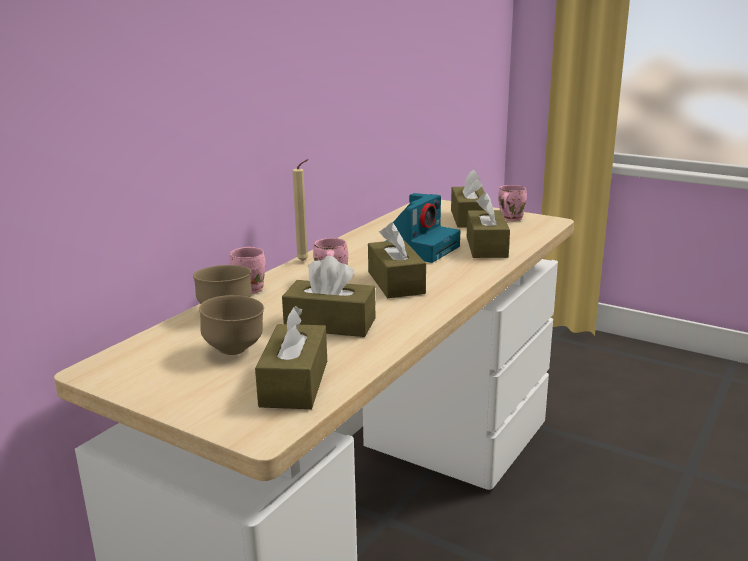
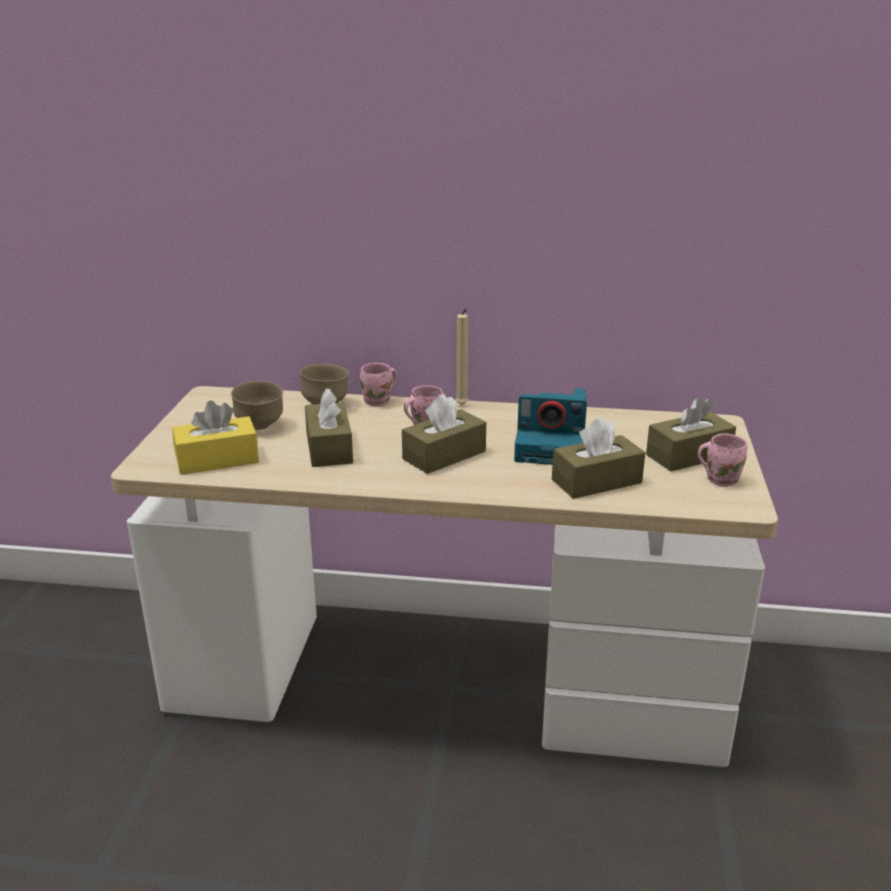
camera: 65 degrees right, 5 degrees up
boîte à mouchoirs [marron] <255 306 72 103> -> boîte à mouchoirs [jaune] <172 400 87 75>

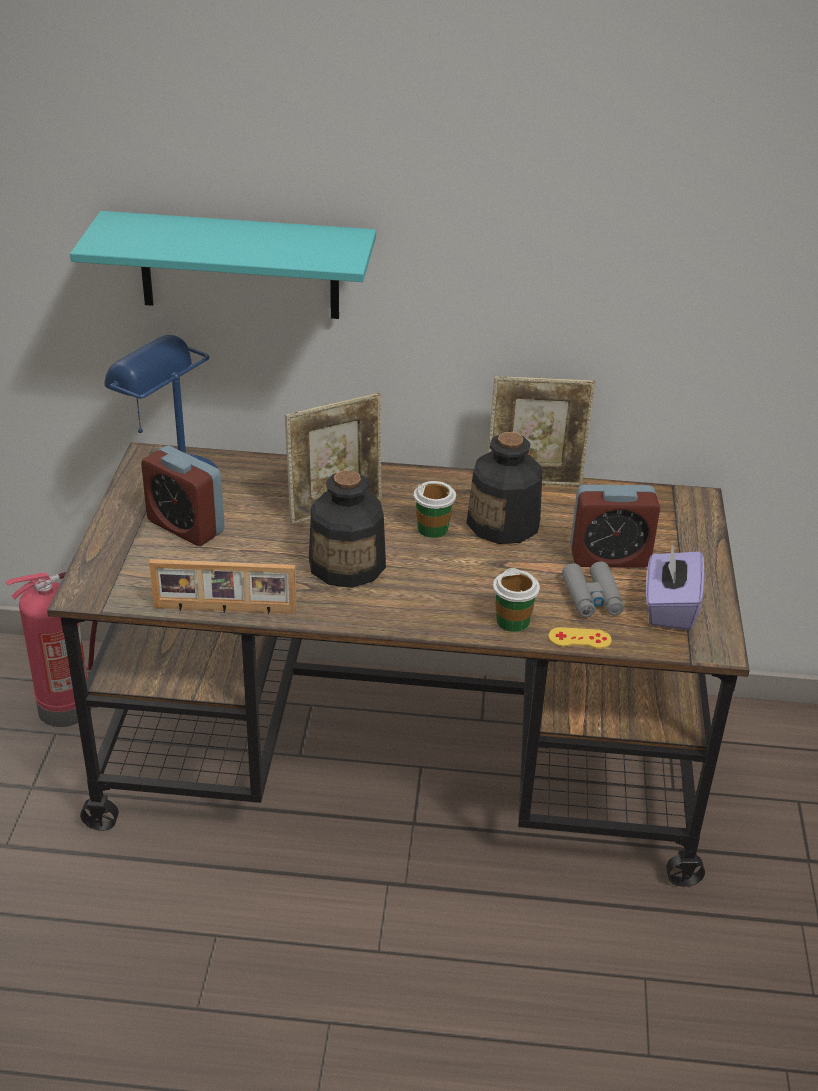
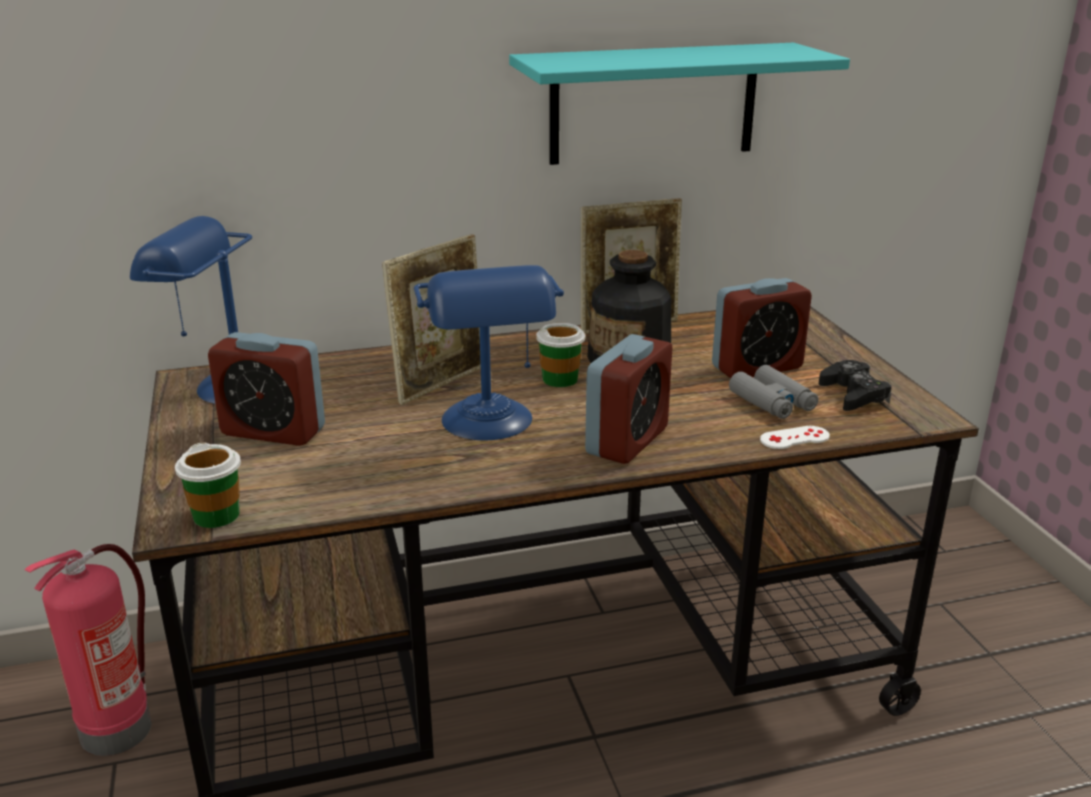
camera: 20 degrees left, 10 degrees down
tasse <493 568 47 64> -> tasse <175 443 66 85>, relocated
bouteille <309 470 77 118> -> lampe de table [bleu] <414 265 150 175>
étagère [turquoise] <70 211 306 108> -> étagère [turquoise] <509 43 341 122>, relocated
none -> réveil <585 334 88 130>
manette [jaune] <548 627 64 22> -> manette [blanc] <760 426 70 23>
boîte à mouchoirs [violet] <646 545 58 86> -> manette [noir] <819 360 73 51>
cadre photo <149 559 147 56> -> none

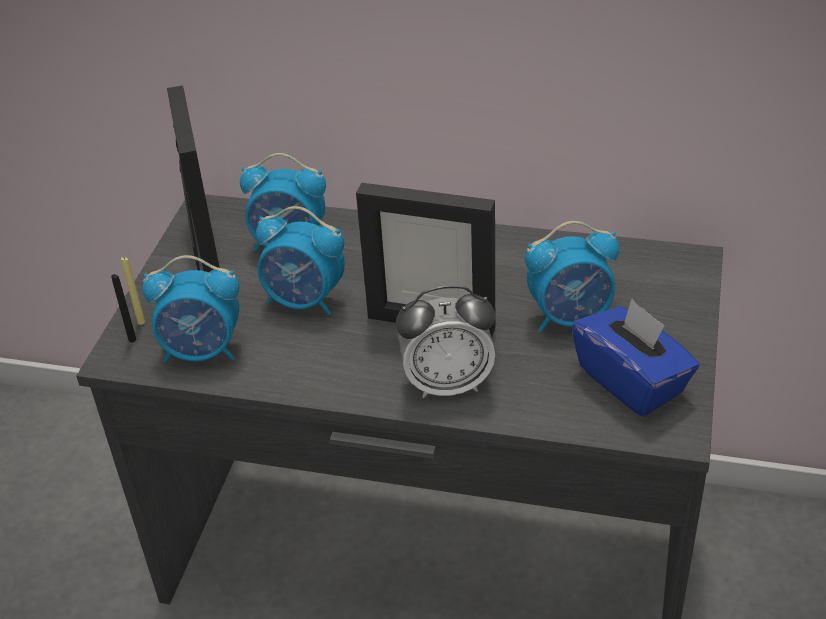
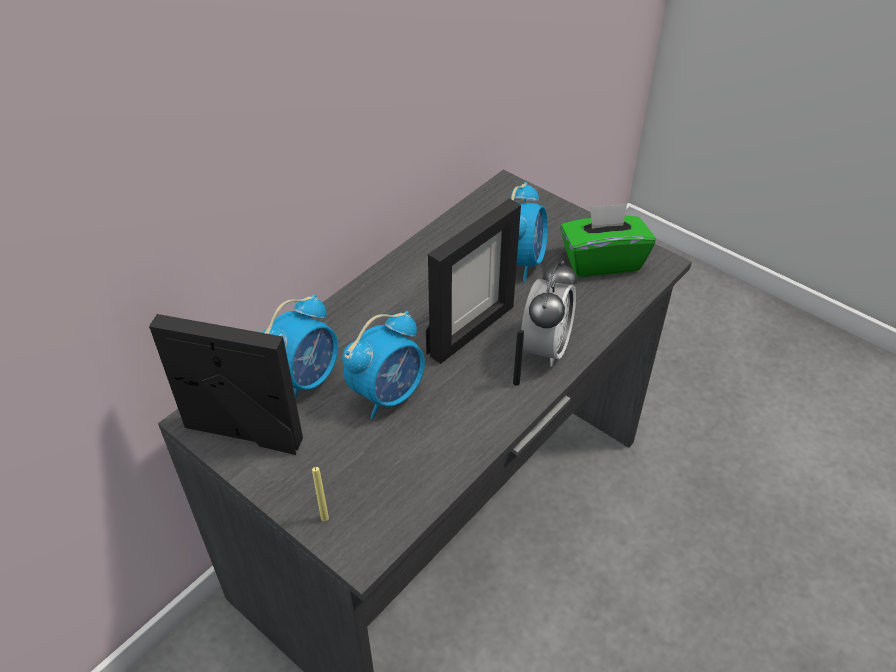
camera: 65 degrees left, 5 degrees up
bougie [noir] <111 274 25 68> -> bougie [noir] <513 330 11 56>, relocated
boîte à mouchoirs [bleu] <572 299 127 118> -> boîte à mouchoirs [vert] <560 204 96 73>
réveil <143 255 97 108> -> none

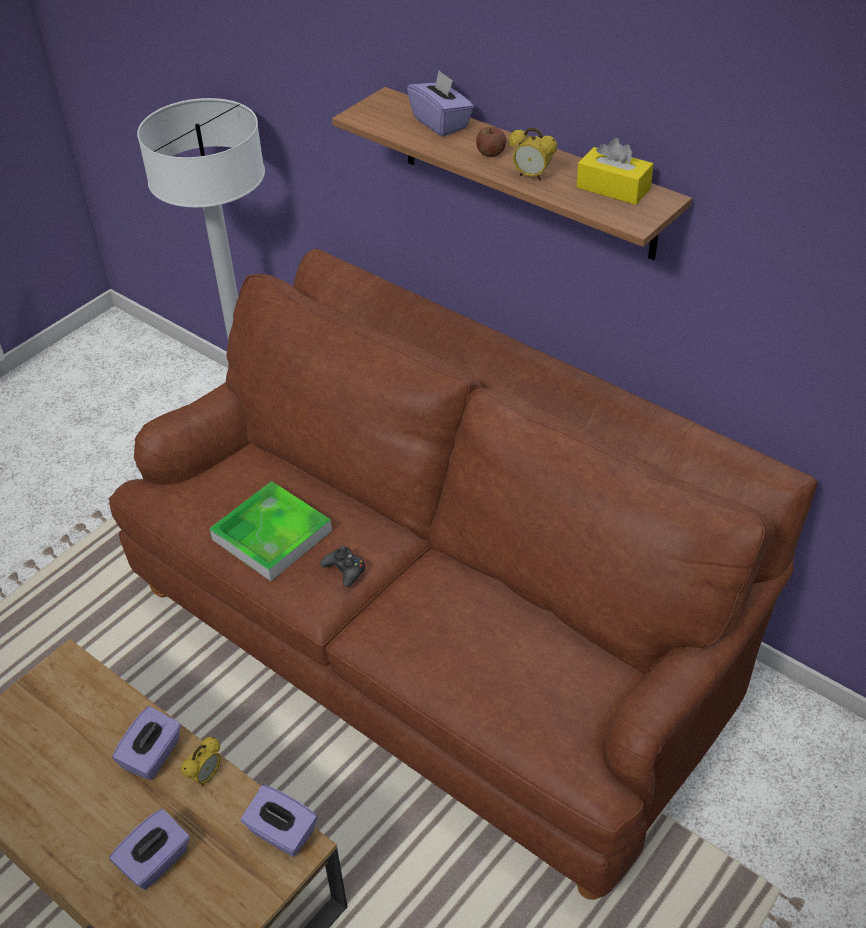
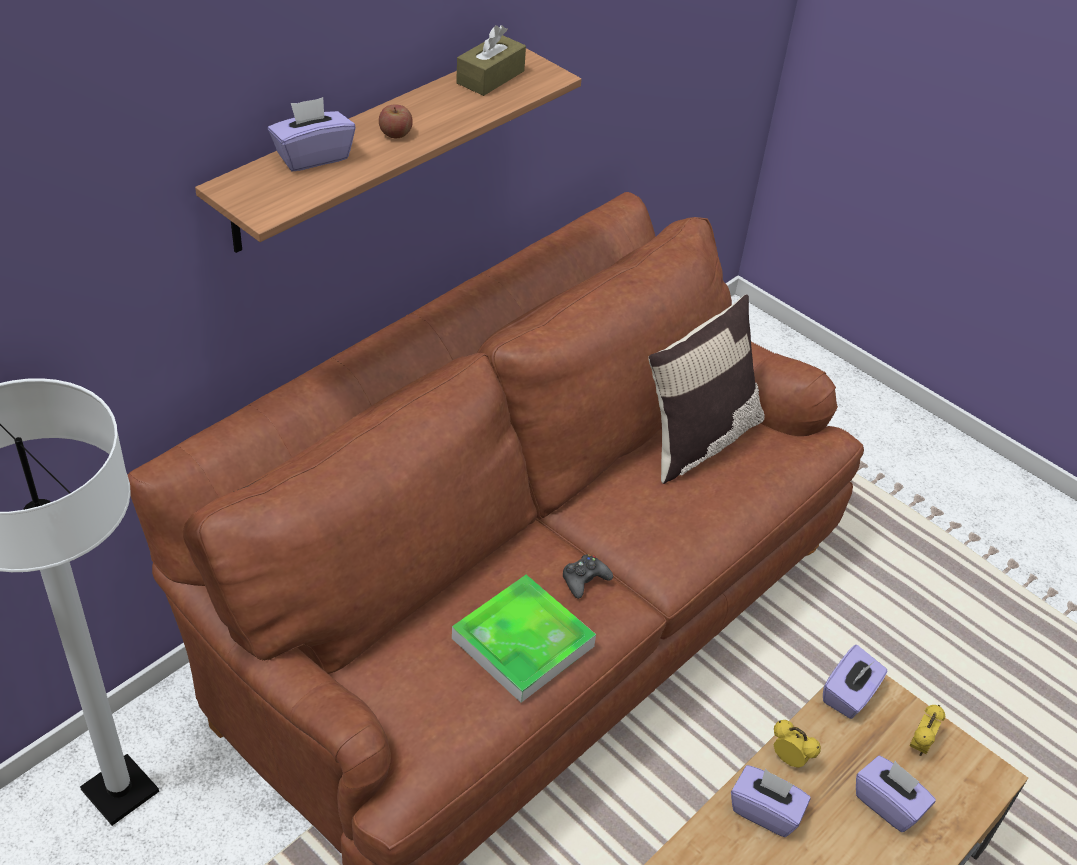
camera: 90 degrees left, 0 degrees up
boîte à mouchoirs [jaune] <577 138 77 67> -> boîte à mouchoirs [marron] <456 25 70 71>
none -> coussin <648 294 117 190>
réveil <509 127 48 54> -> réveil <909 705 36 51>, relocated

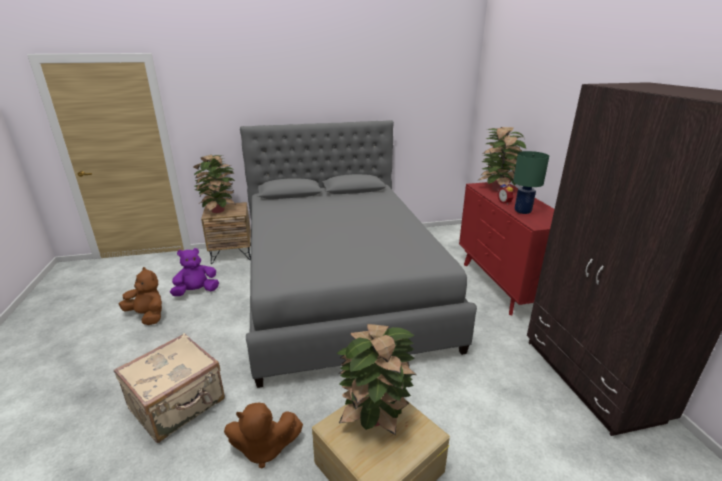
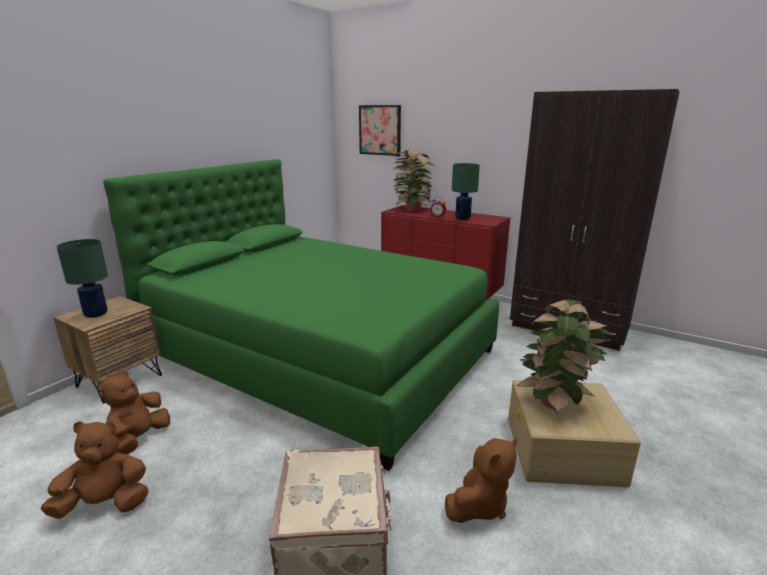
camera: 45 degrees left, 5 degrees down
plante en pot <193 155 42 58> -> lampe de table [vert] <57 239 51 79>
peluche [violet] <170 248 49 48> -> peluche [marron] <97 370 73 84>
lit [gris] <240 120 237 268> -> lit [vert] <103 159 396 312>
none -> tableau <359 105 42 51>

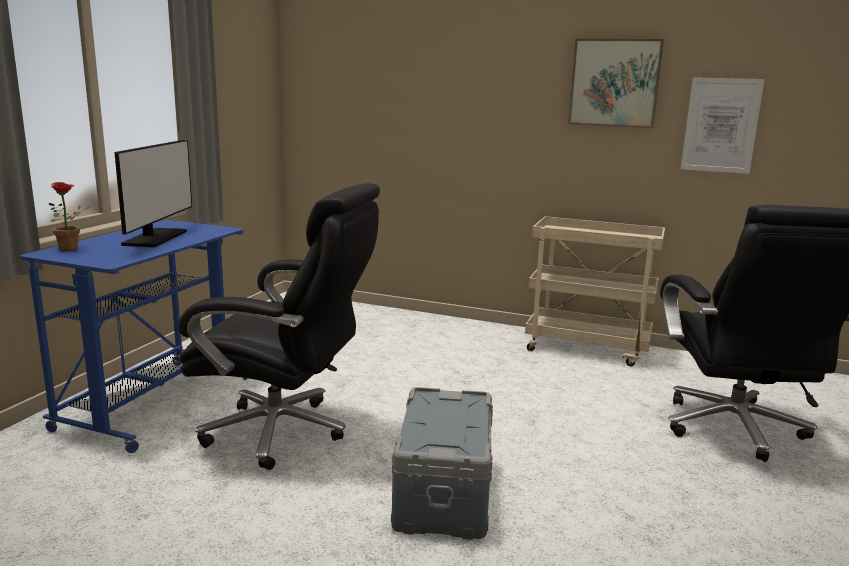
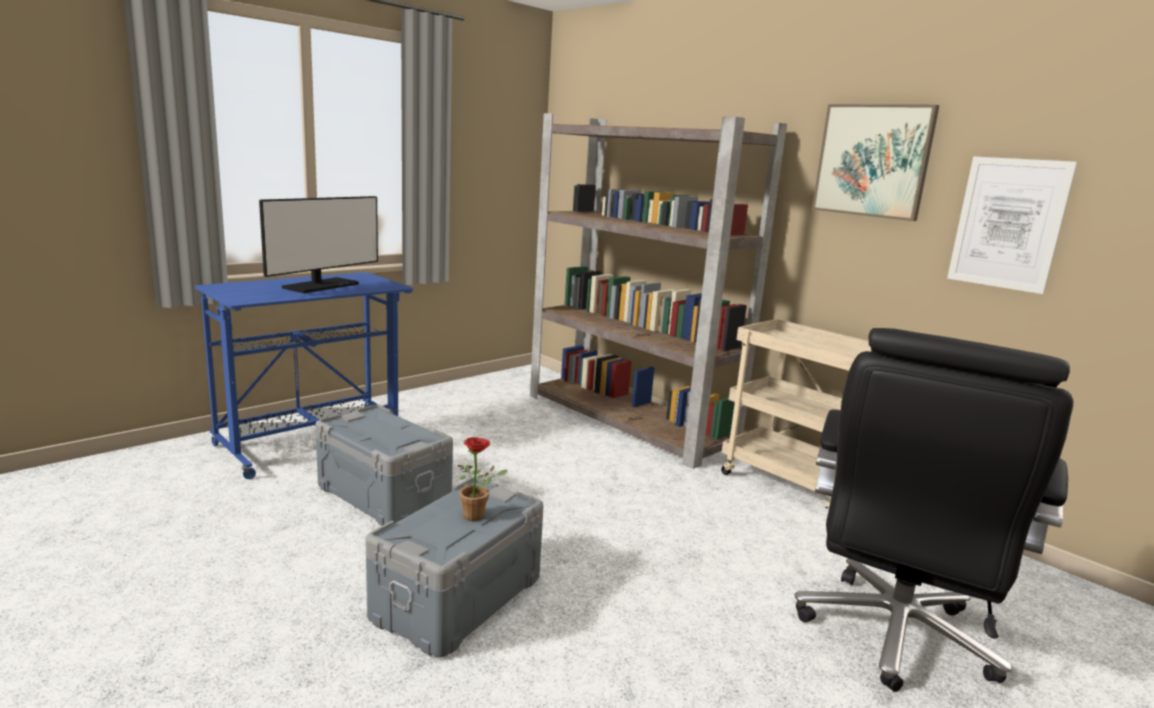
camera: 25 degrees right, 0 degrees up
chaise de bureau [noir] <179 183 201 287> -> boîte de rangement [gris] <315 405 138 121>
plante en pot <49 182 44 69> -> plante en pot <458 437 50 84>, relocated
none -> bibliothèque [marron] <530 113 257 356>

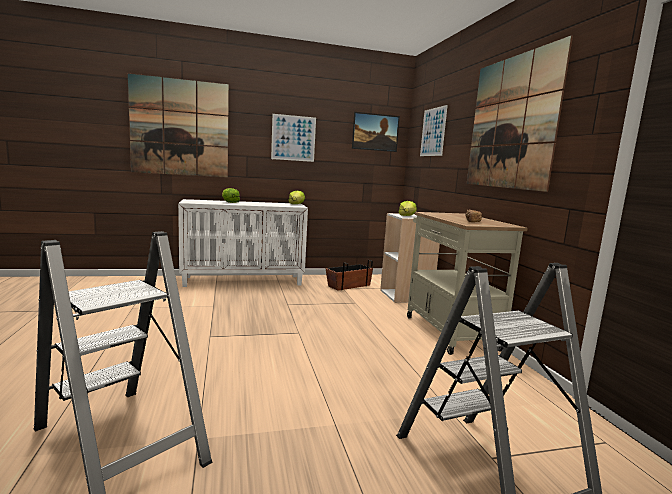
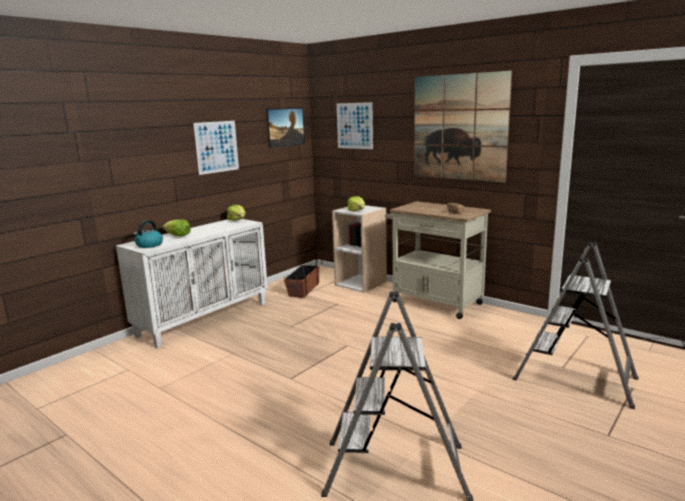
camera: 35 degrees left, 5 degrees up
none -> bouilloire <133 220 30 28>
tableau <128 73 101 104> -> none

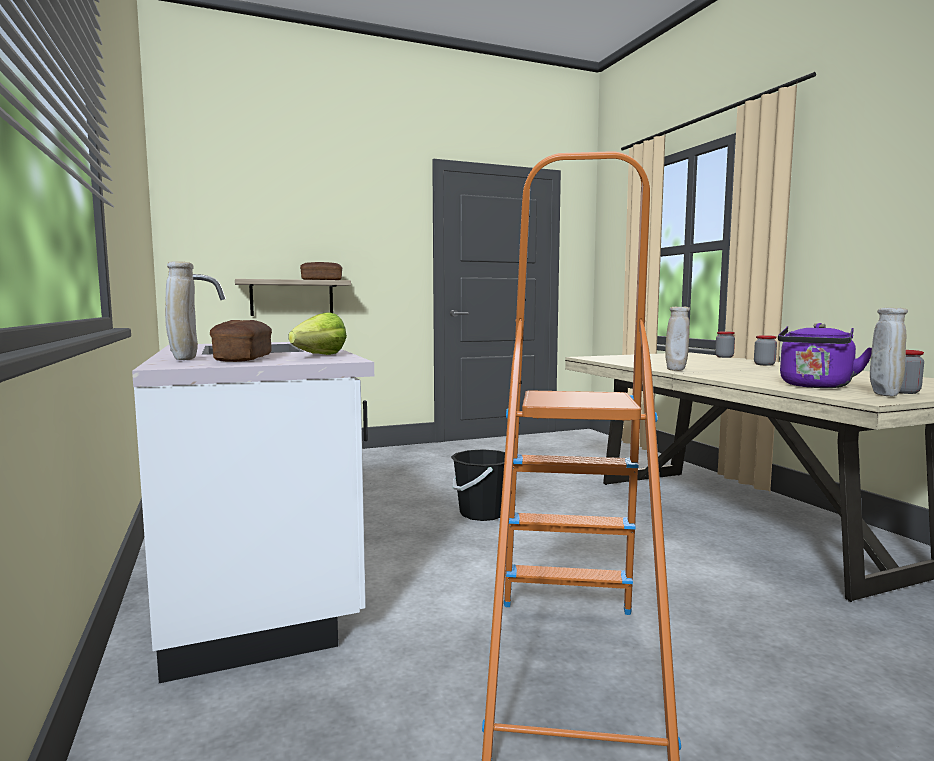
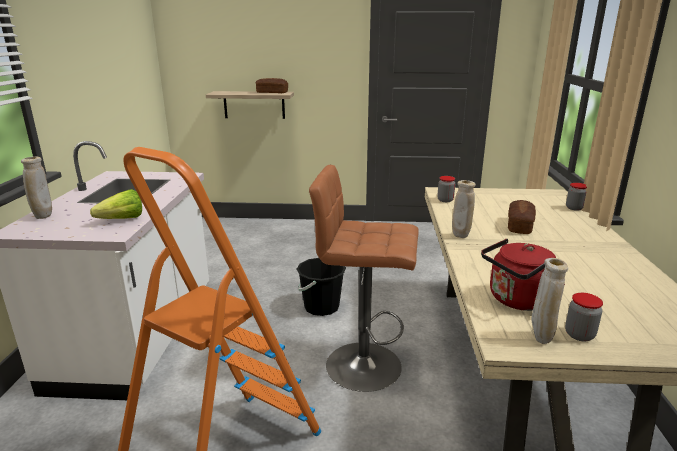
camera: 25 degrees right, 15 degrees up
none -> tabouret [marron] <309 165 109 227>
bocal <754 335 23 31> -> bocal <437 176 18 26>, relocated
bouilloire [violet] <778 323 94 65> -> bouilloire [rouge] <481 239 75 72>
pain <210 320 62 42> -> pain <508 200 28 34>, relocated

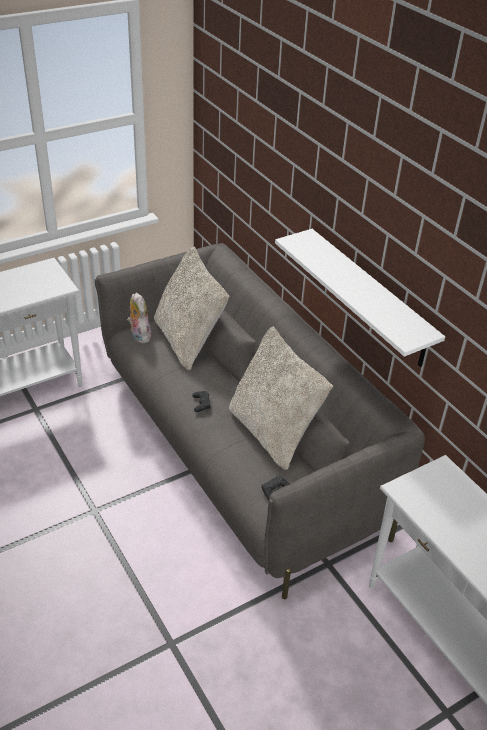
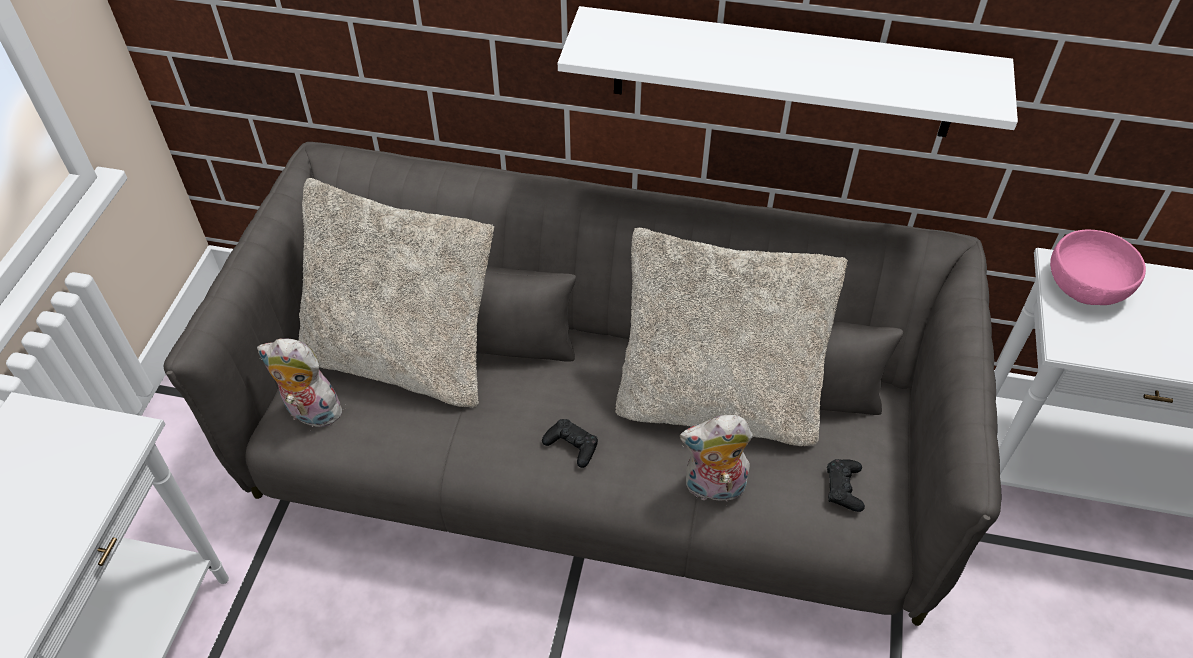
camera: 45 degrees left, 10 degrees up
none -> peluche <680 415 73 91>
none -> bol [rose] <1050 230 96 75>

